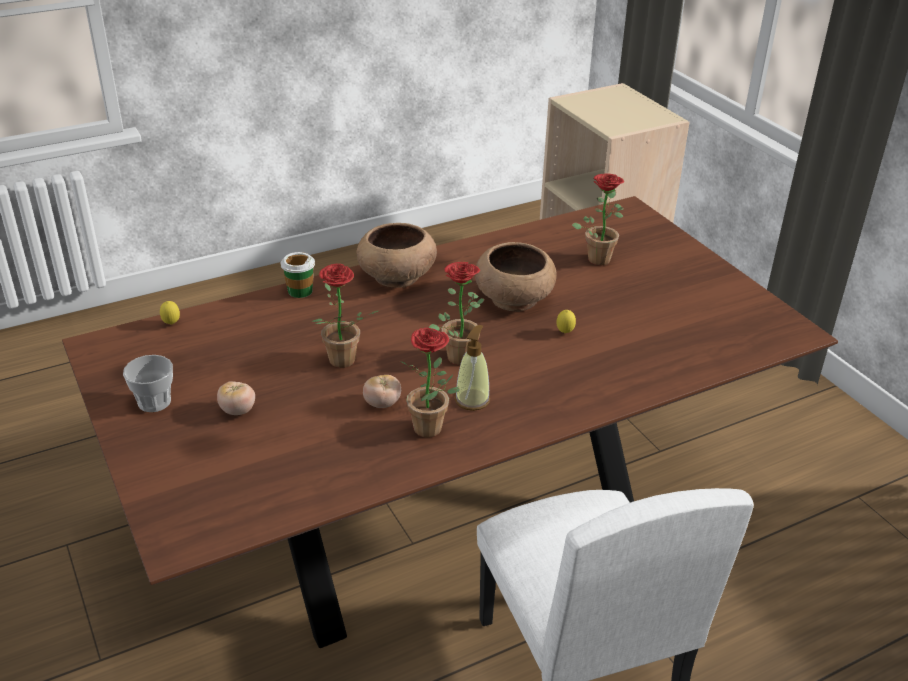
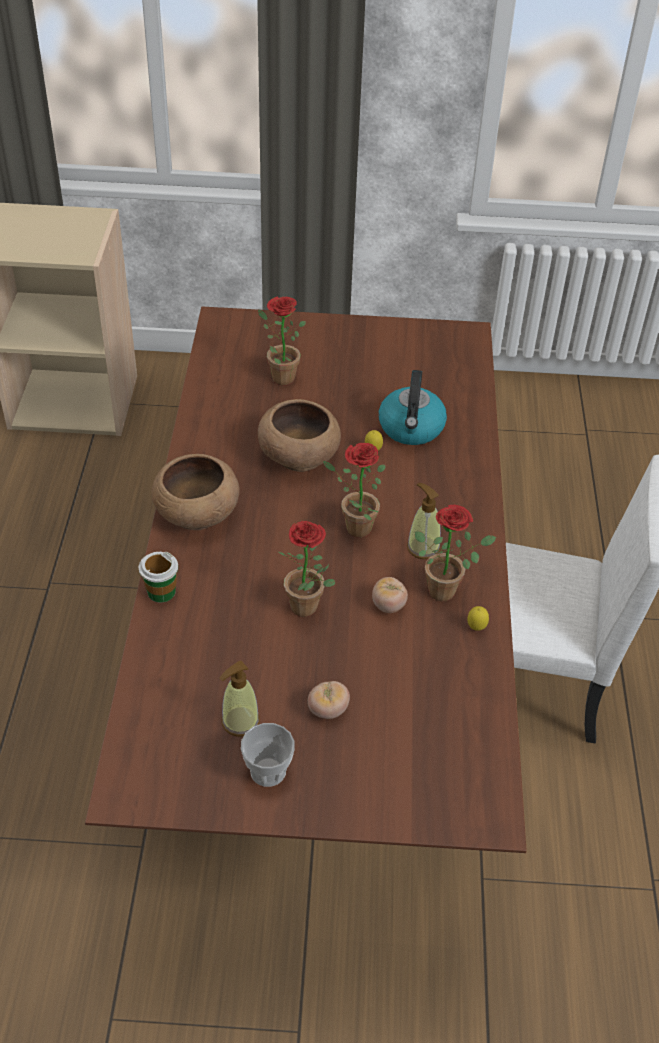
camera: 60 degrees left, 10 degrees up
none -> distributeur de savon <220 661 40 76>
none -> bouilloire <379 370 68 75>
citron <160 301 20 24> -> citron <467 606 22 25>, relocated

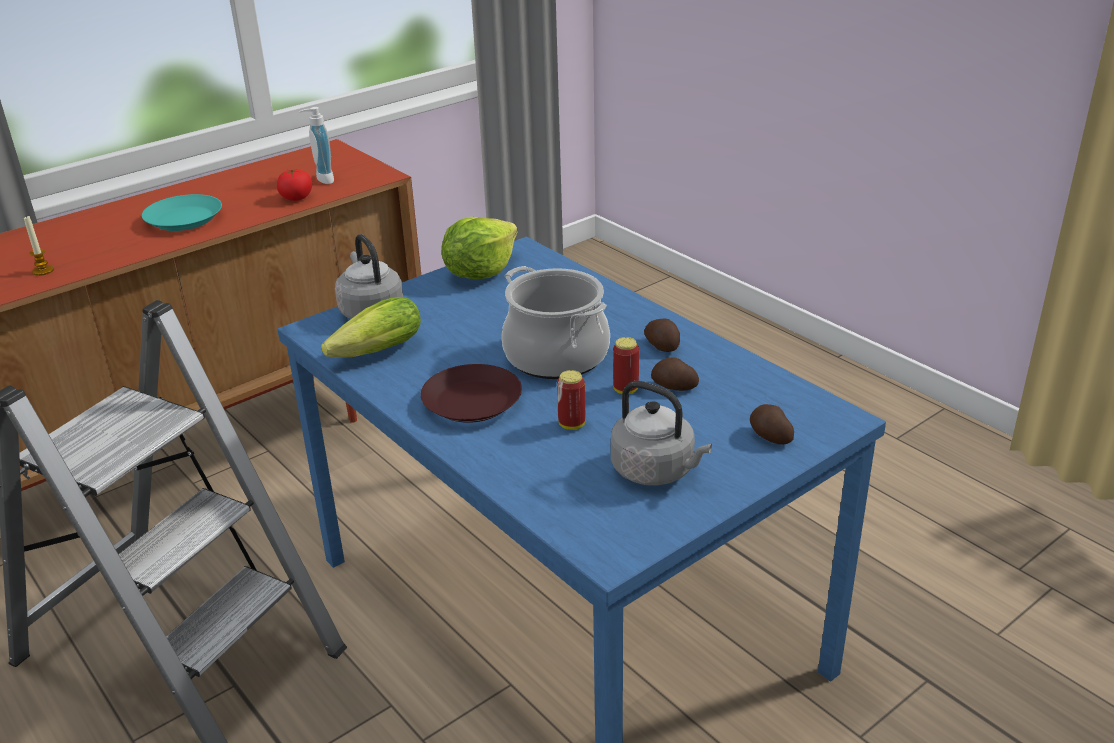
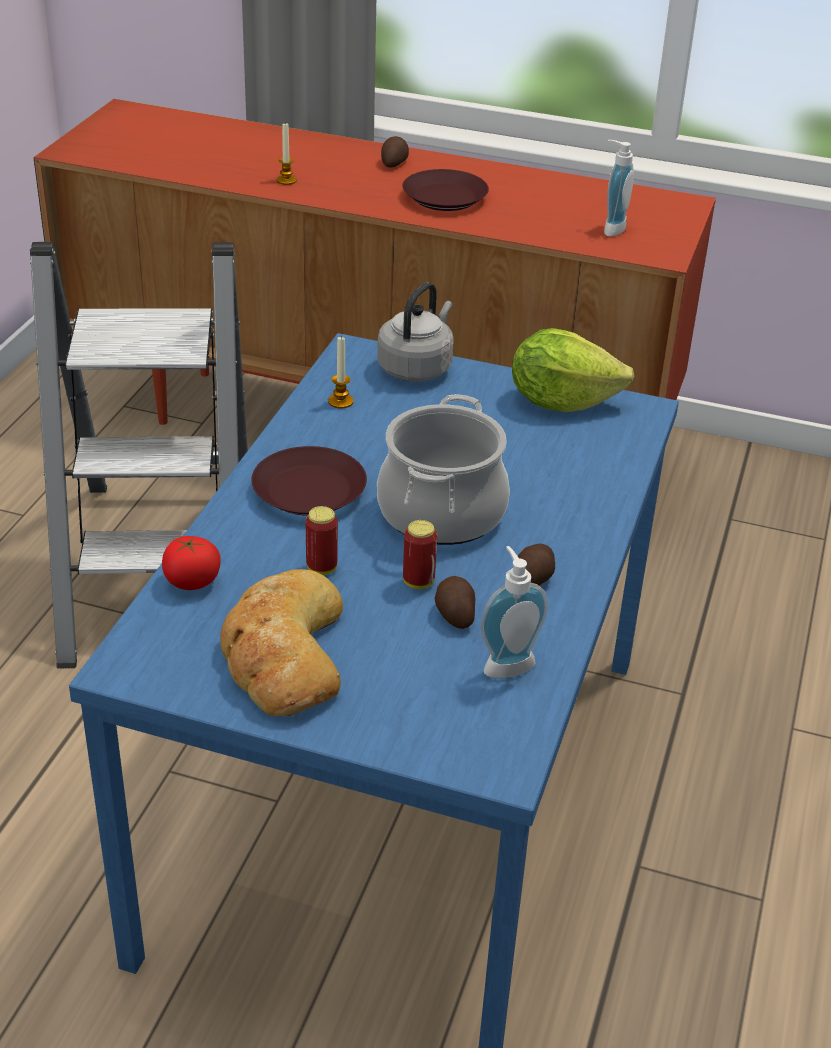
camera: 55 degrees right, 5 degrees up
tomate <277 169 35 32> -> tomate <162 536 59 54>, relocated
bouilloire [gris] <611 381 101 105> -> pain <220 569 123 147>
laitue <321 297 100 61> -> bougie <328 337 26 71>
pomme de terre <750 404 44 41> -> pomme de terre <381 136 28 32>, relocated
assiette [turquoise] <142 194 80 37> -> assiette [marron] <403 169 86 42>
none -> distributeur de savon <481 546 67 132>

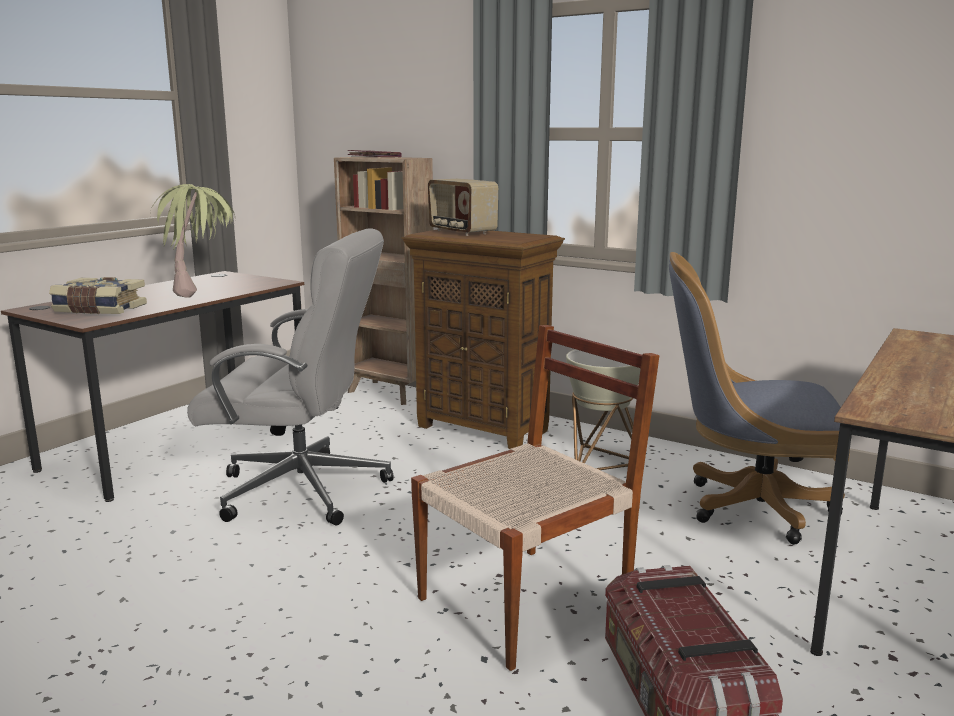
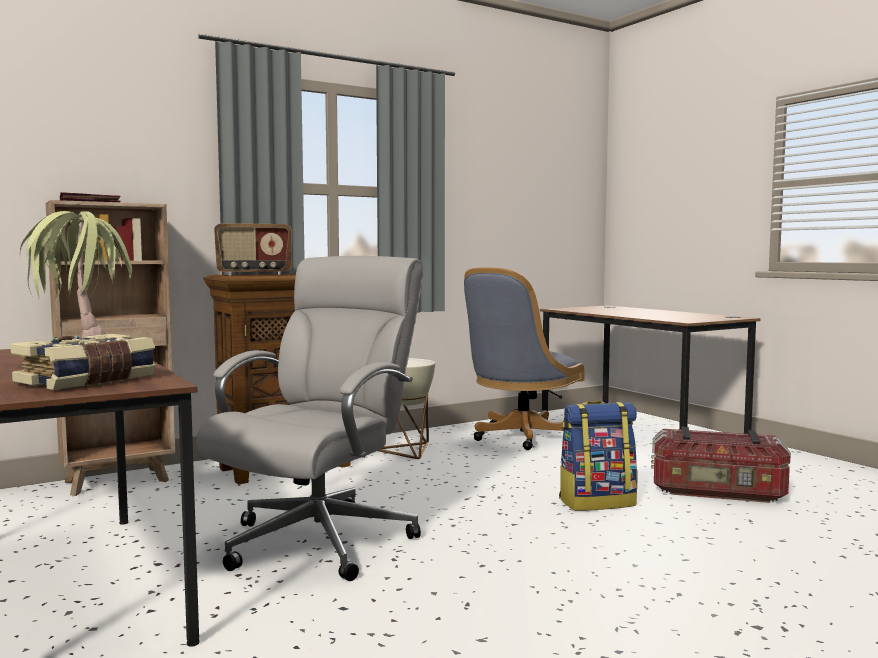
camera: 65 degrees left, 10 degrees down
chaise <411 325 248 346> -> sac à dos <559 401 79 110>

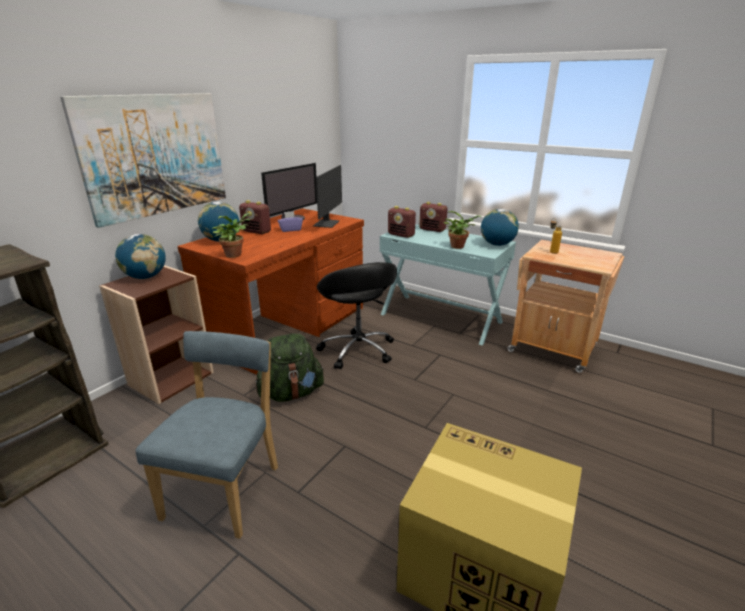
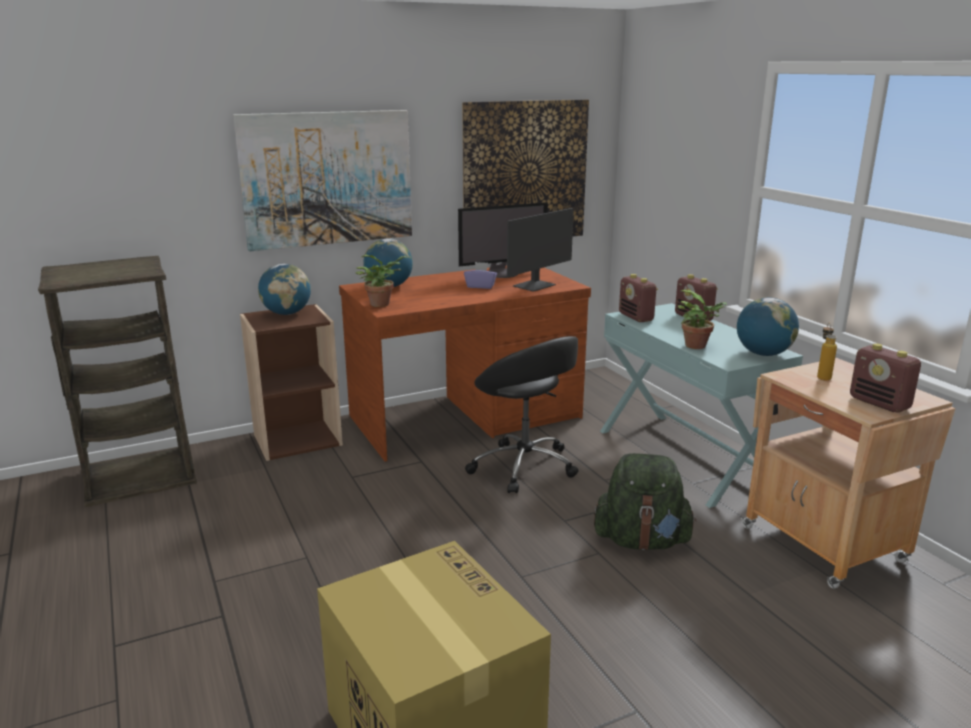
camera: 30 degrees right, 5 degrees down
none -> tableau <462 99 127 138>
chaise de bureau [noir] <316 262 81 107> -> chaise de bureau [noir] <465 336 114 157>, 45 degrees counterclockwise
sac à dos [vert] <255 333 69 69> -> sac à dos [vert] <594 453 103 97>, relocated
radio <239 200 32 34> -> radio <850 343 71 70>, relocated
chaise [bleu] <136 331 142 208> -> none

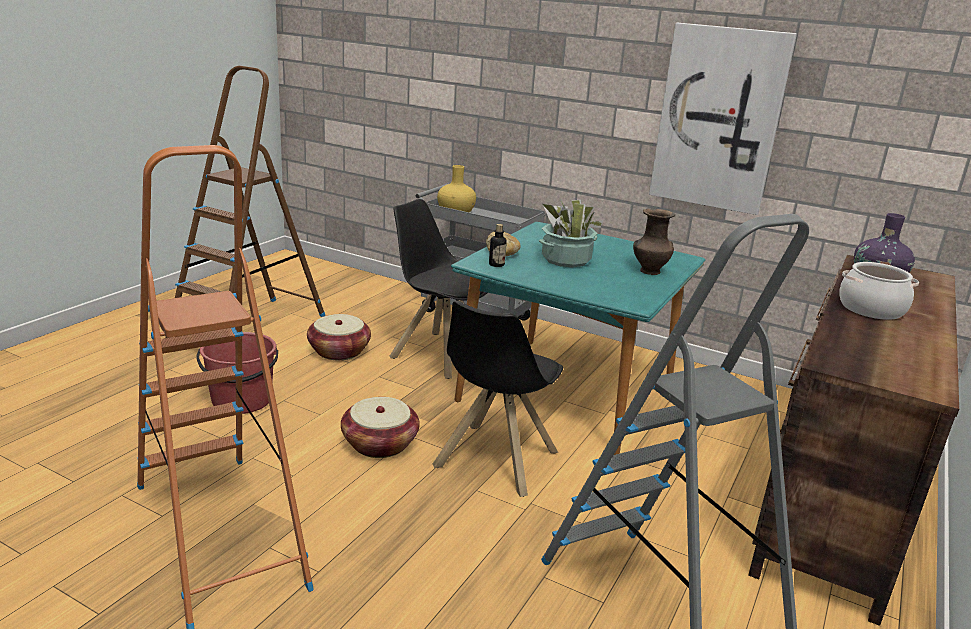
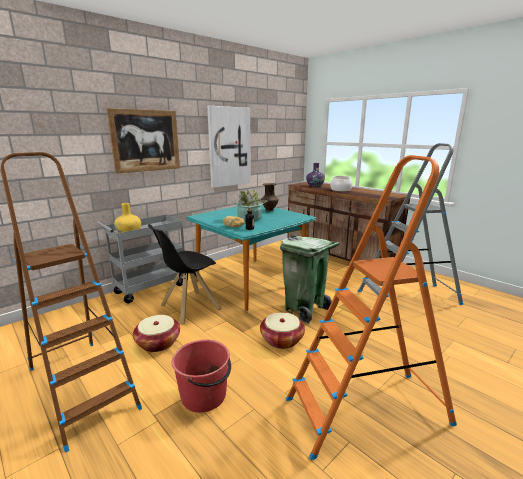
camera: 70 degrees left, 5 degrees down
none -> tableau <106 108 74 66>
chaise [noir] <433 301 130 196> -> poubelle [vert] <280 235 60 89>

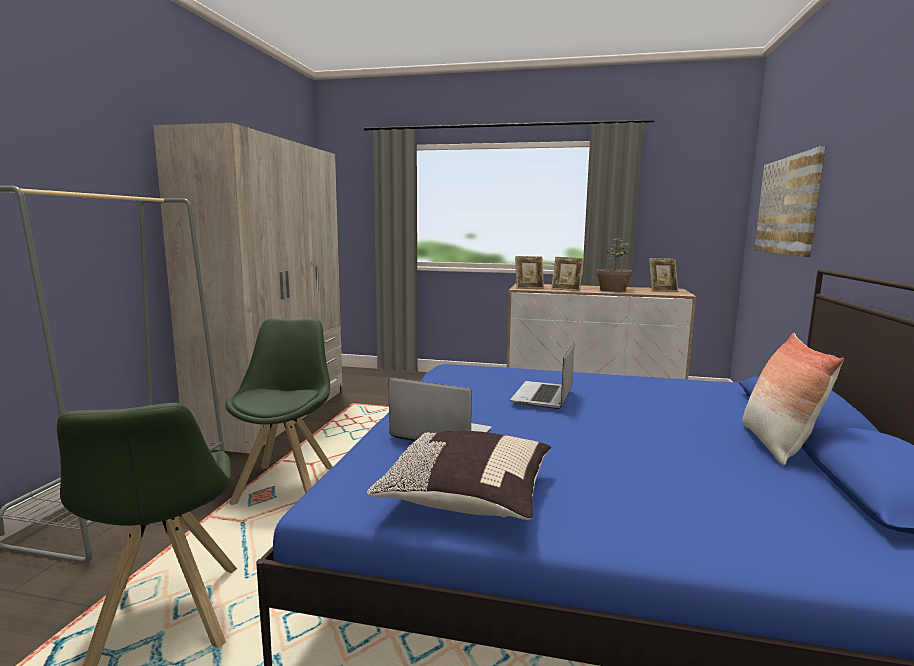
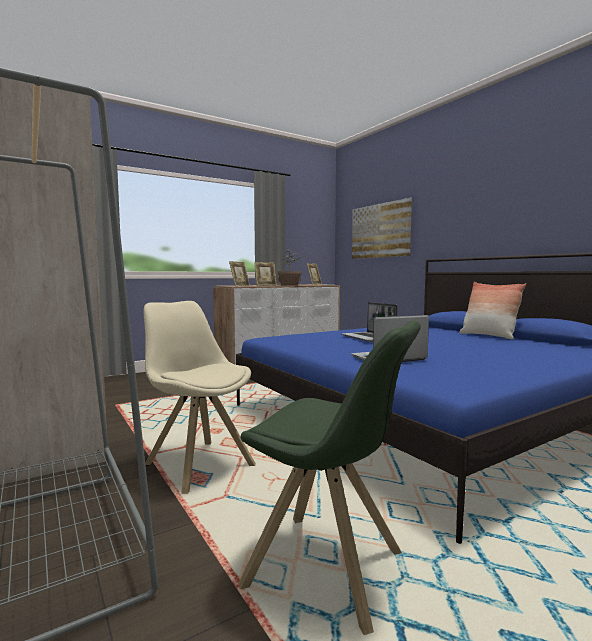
camera: 45 degrees left, 5 degrees down
chaise [vert] <225 318 108 187> -> chaise [beige] <143 301 113 193>
coussin <367 431 184 89> -> none

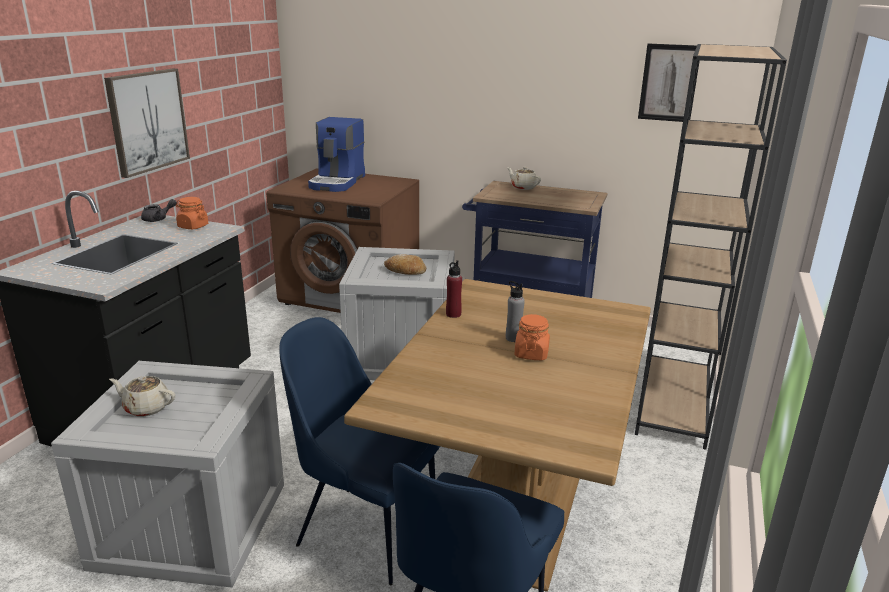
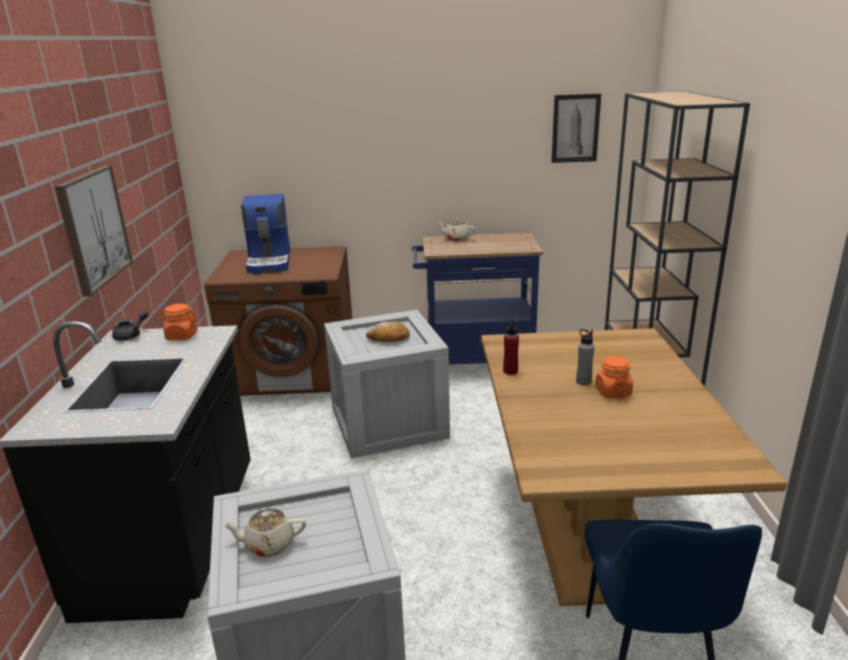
camera: 20 degrees left, 0 degrees up
chaise [bleu] <279 317 161 268> -> none

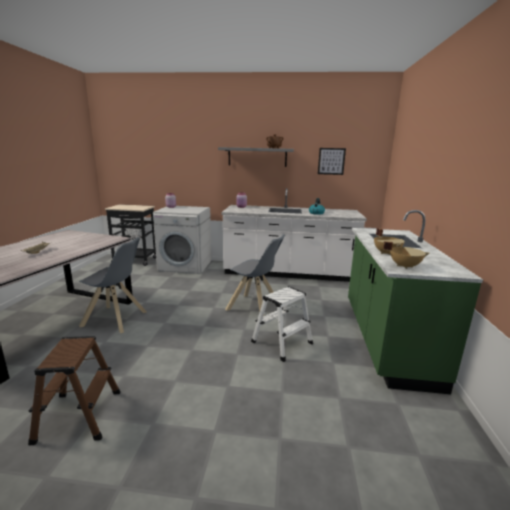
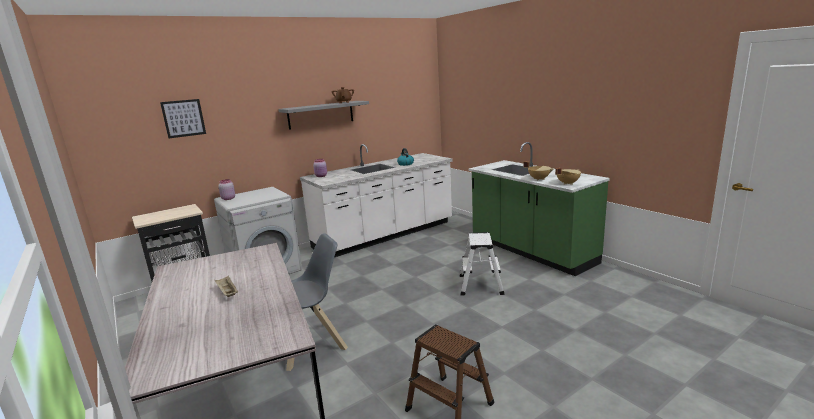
camera: 40 degrees left, 0 degrees up
tableau <318 148 28 27> -> tableau <160 99 46 39>, relocated
chaise [gris] <225 234 60 78> -> none

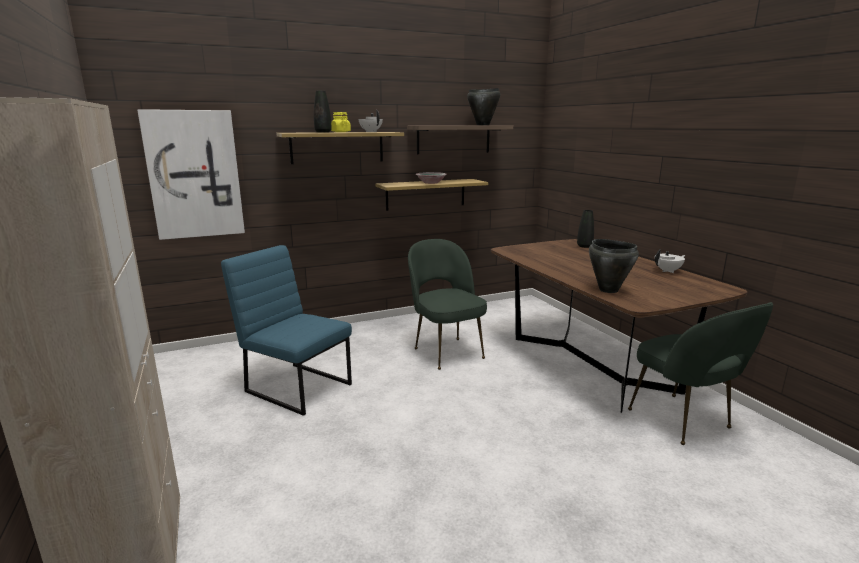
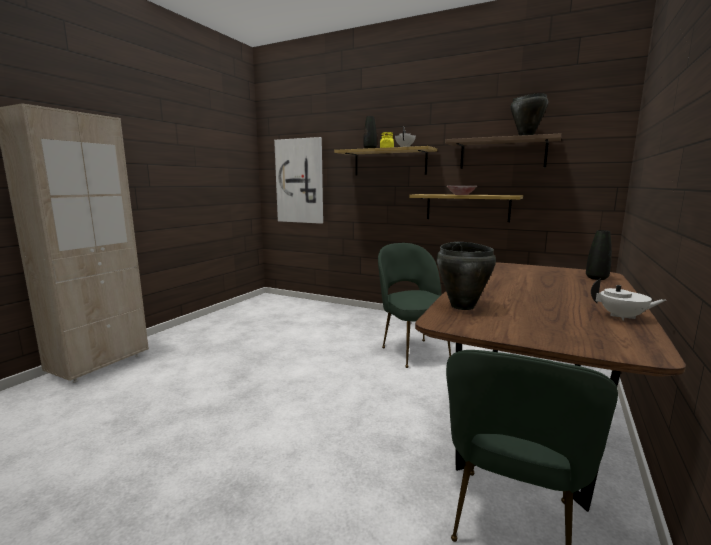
camera: 50 degrees right, 5 degrees down
chaise [vert] <408 239 79 131> -> chaise [vert] <378 243 73 125>, 45 degrees counterclockwise
chaise [bleu] <221 245 131 171> -> none

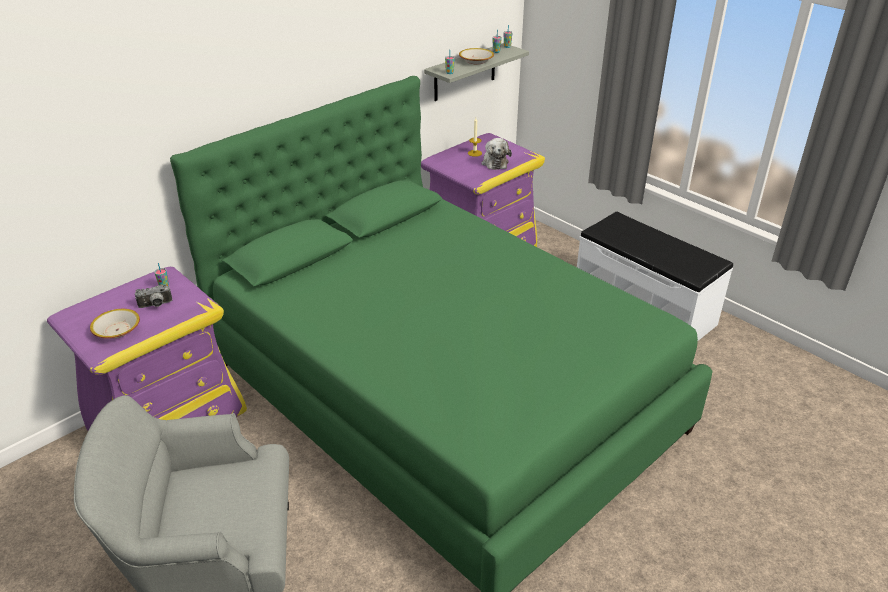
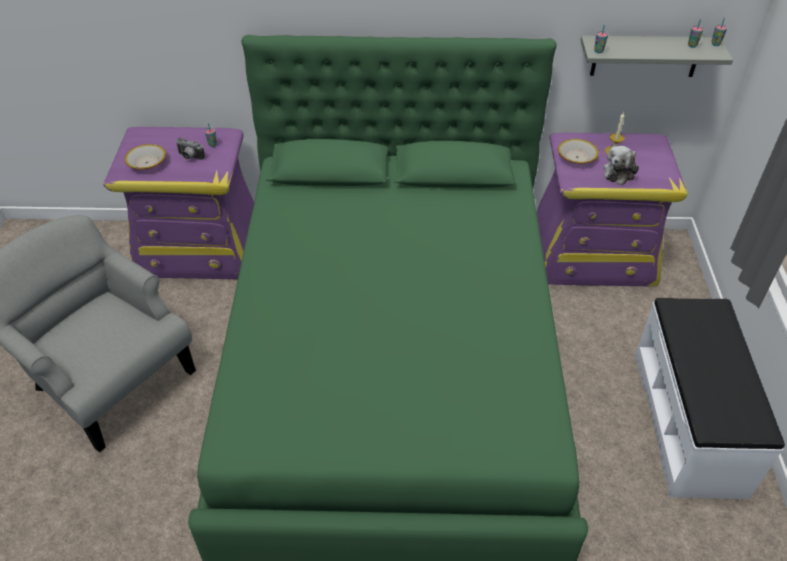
camera: 45 degrees right, 10 degrees up
bol <459 48 35 16> -> bol <558 139 41 25>, relocated

